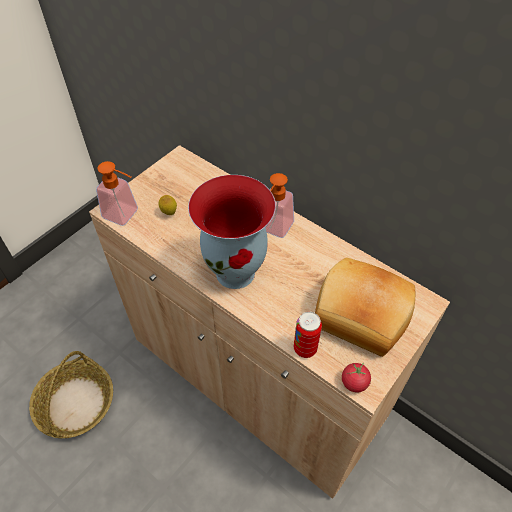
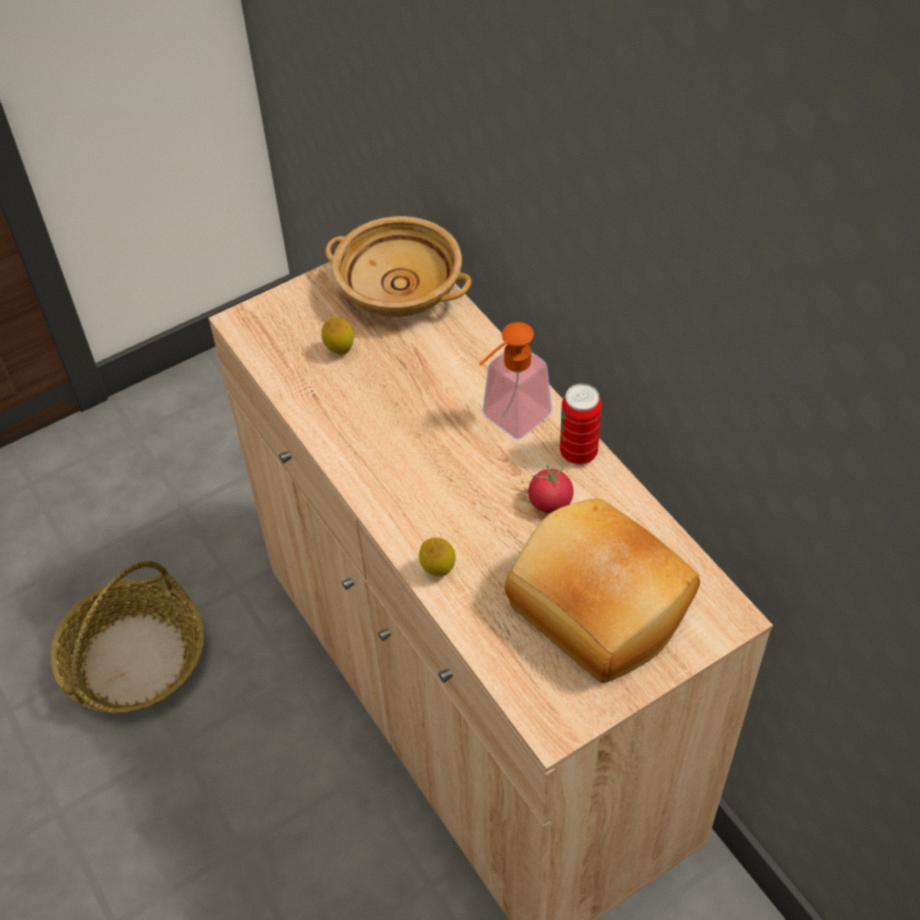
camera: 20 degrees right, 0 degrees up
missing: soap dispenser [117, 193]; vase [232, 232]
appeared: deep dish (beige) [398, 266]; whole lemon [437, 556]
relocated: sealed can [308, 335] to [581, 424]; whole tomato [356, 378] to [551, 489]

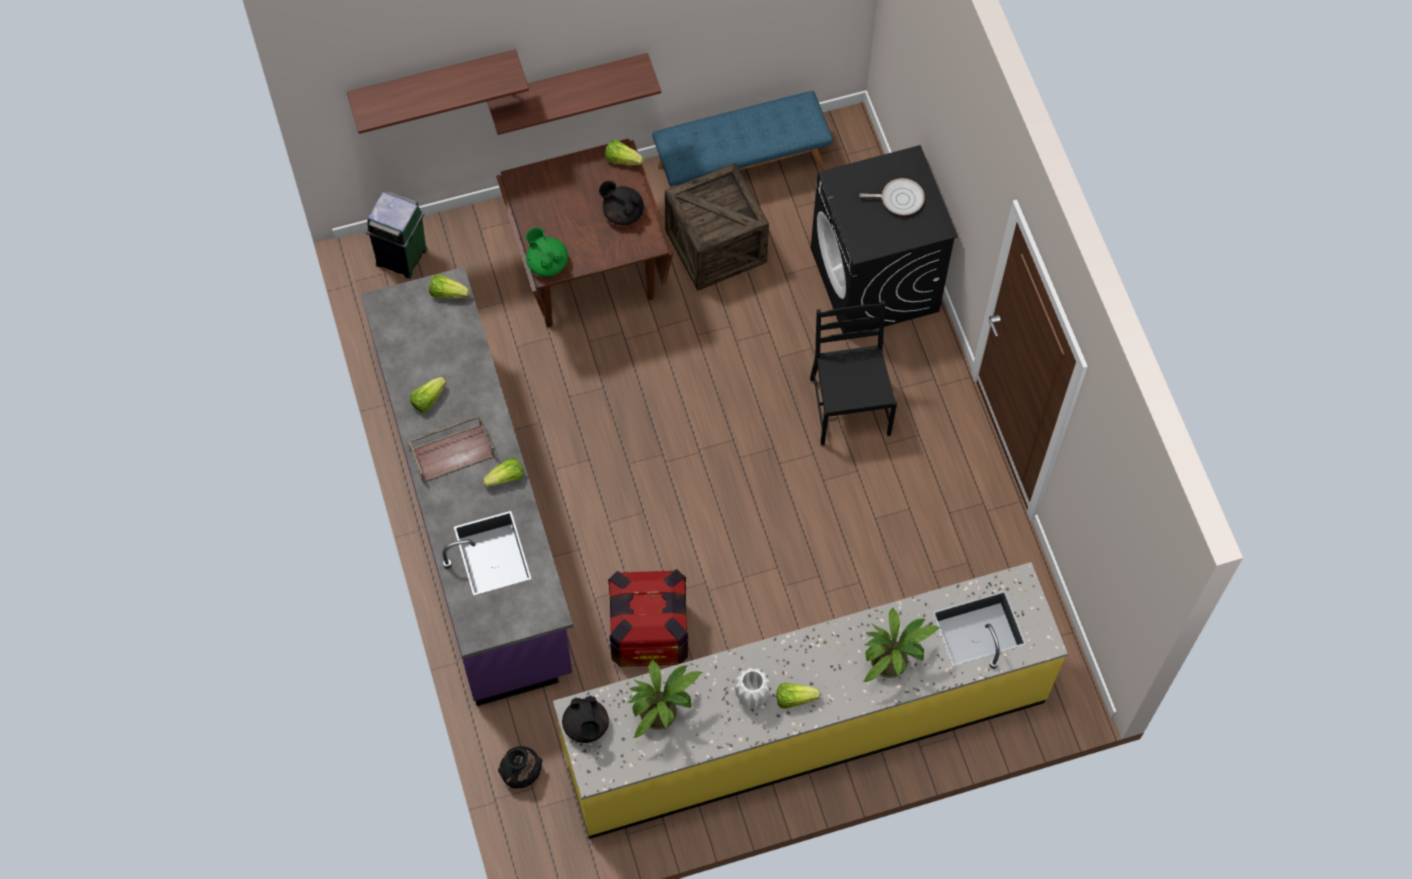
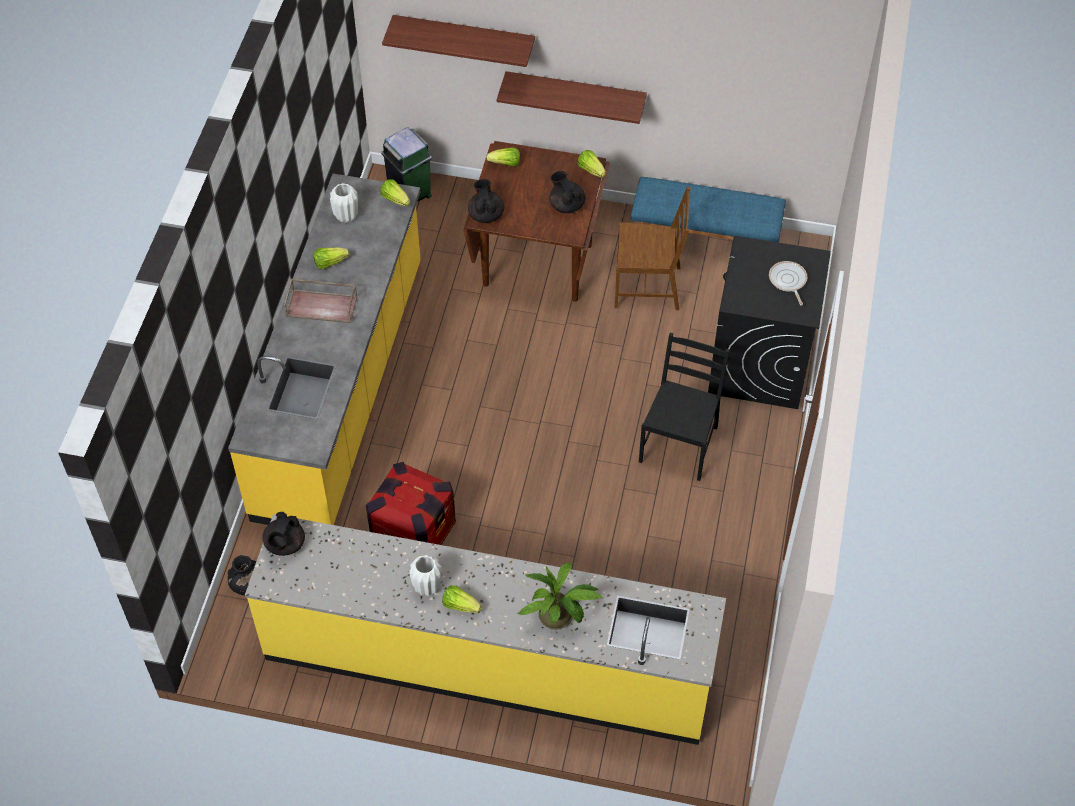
camera: 30 degrees right, 10 degrees down
missing: houseplant [665, 699]
appeared: vase (whitish) [344, 203]
relocated: lettuce head [503, 472] to [503, 157]
exchanged: packing crate [717, 227] to plain chair (brown-coloured) [653, 248]
colour: kitchen base unit (purple) [467, 486] to kitchen base unit (yellow) [324, 349]; teapot (green-coloured) [546, 252] to teapot (blackish) [486, 201]
spun: pan [892, 196] = [788, 283] 135 degrees counterclockwise

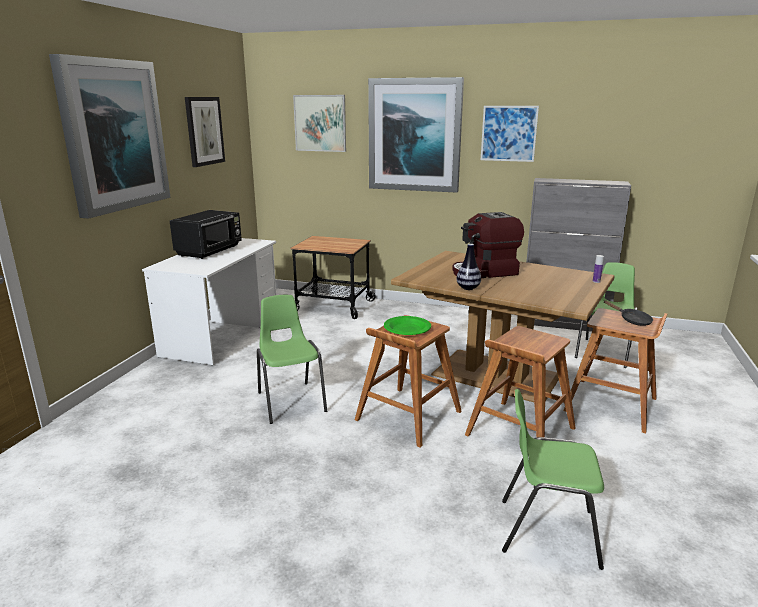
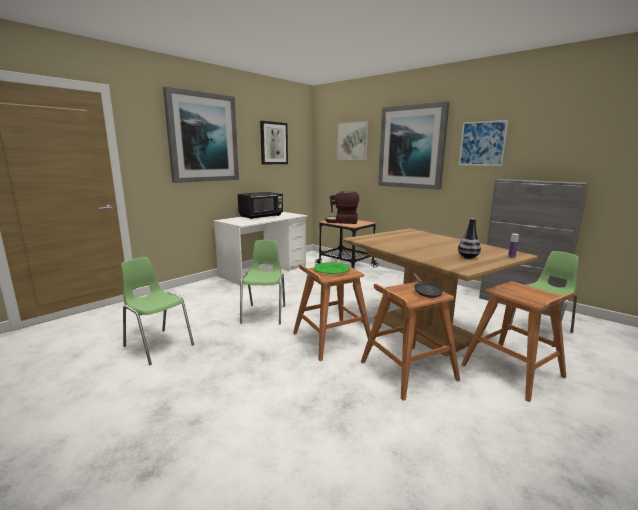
camera: 25 degrees right, 5 degrees down
relocated: coffee maker [488, 245] to [342, 207]; vase [468, 267] to [469, 238]; plain chair (green-coloured) [553, 479] to [157, 311]; pan (blackish) [628, 313] to [427, 285]

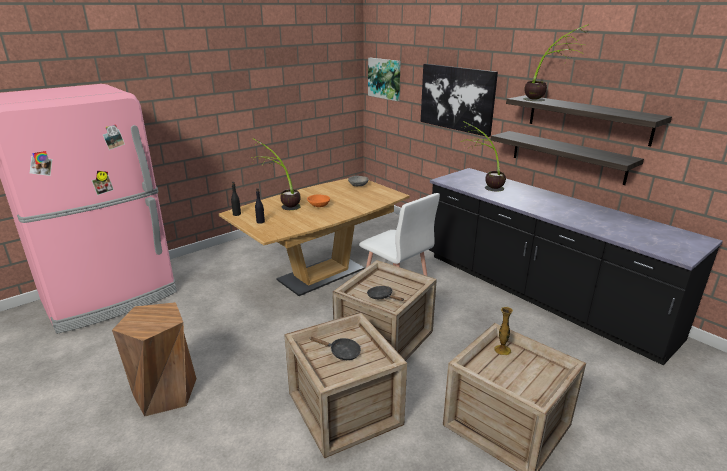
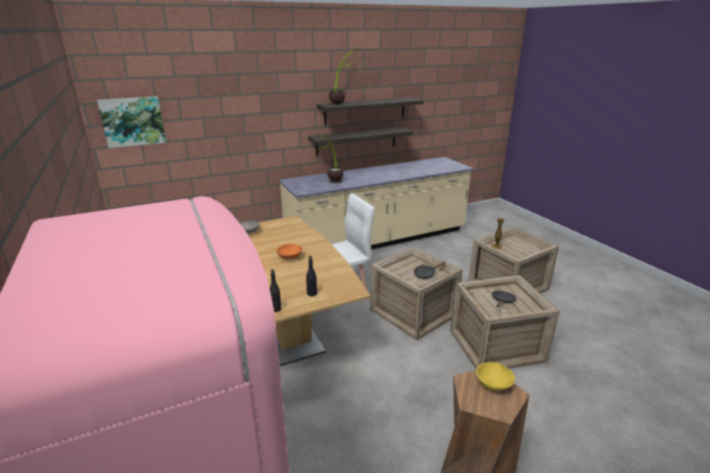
camera: 75 degrees left, 0 degrees up
missing: houseplant [276, 174]; wall picture [459, 100]
appeared: deep dish (yellow) [495, 376]
colour: kitchen base unit (blackish) [576, 266] to kitchen base unit (beige) [376, 203]

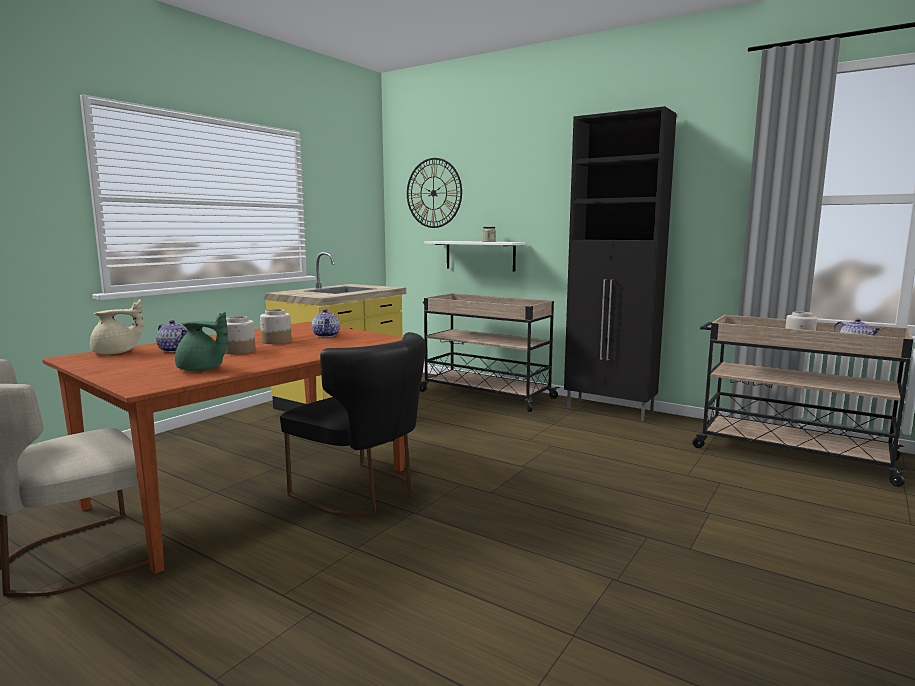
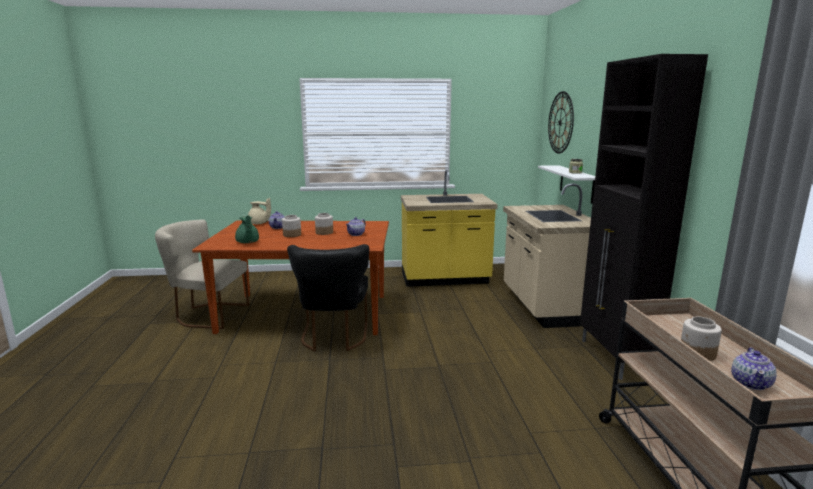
camera: 50 degrees right, 5 degrees up
exchanged: trolley (beige) [490, 352] to kitchen base unit (beige) [547, 255]

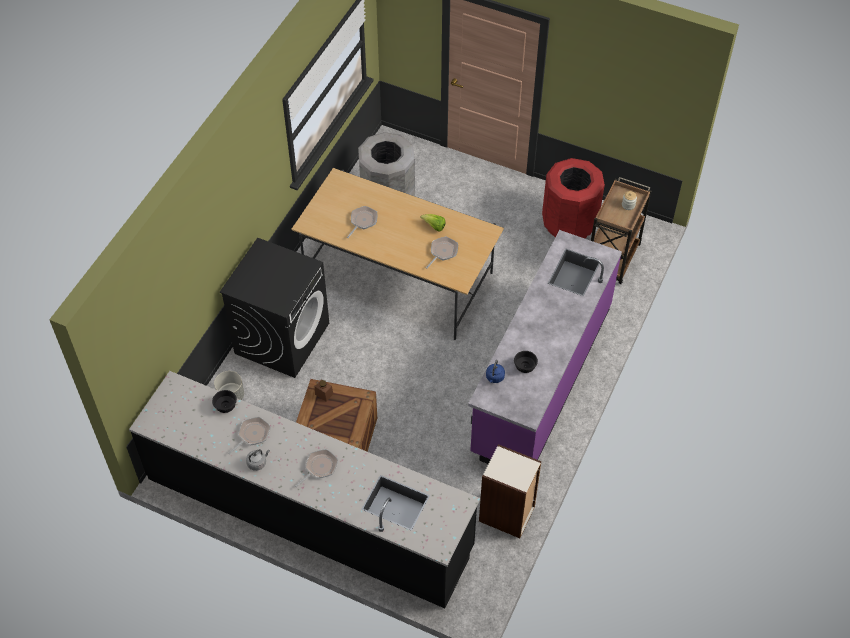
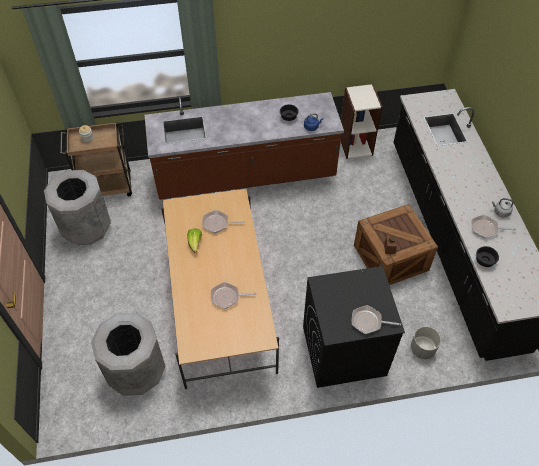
camera: 125 degrees left, 0 degrees up
relocated: pan [316, 468] to [376, 319]
colour: kitchen base unit (purple) [545, 347] to kitchen base unit (brown-coloured) [244, 145]; trash can (reddish) [573, 198] to trash can (grey) [77, 207]

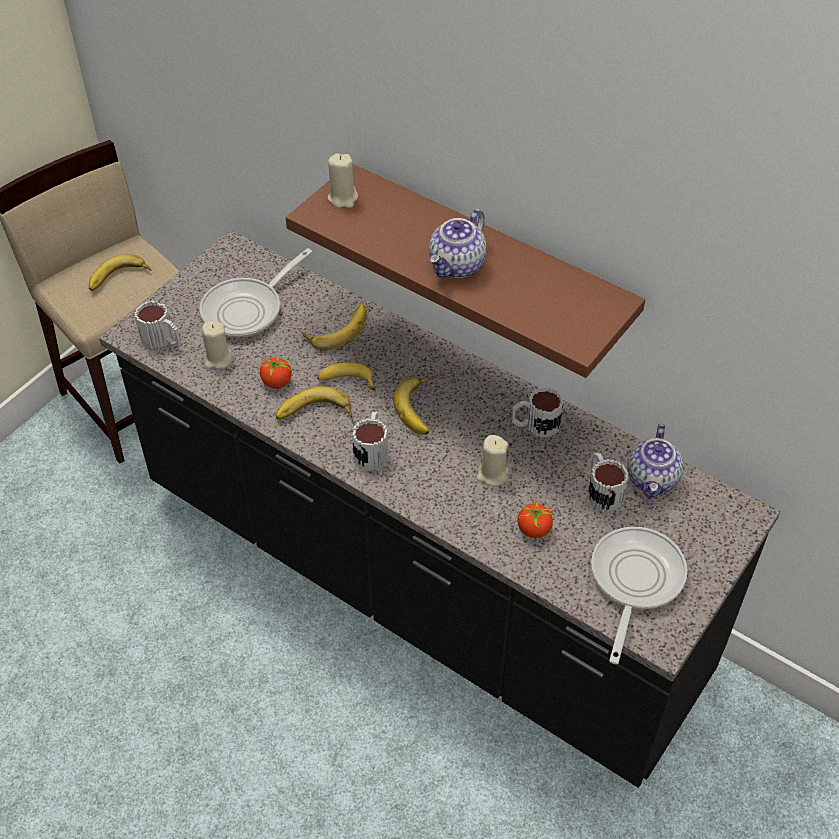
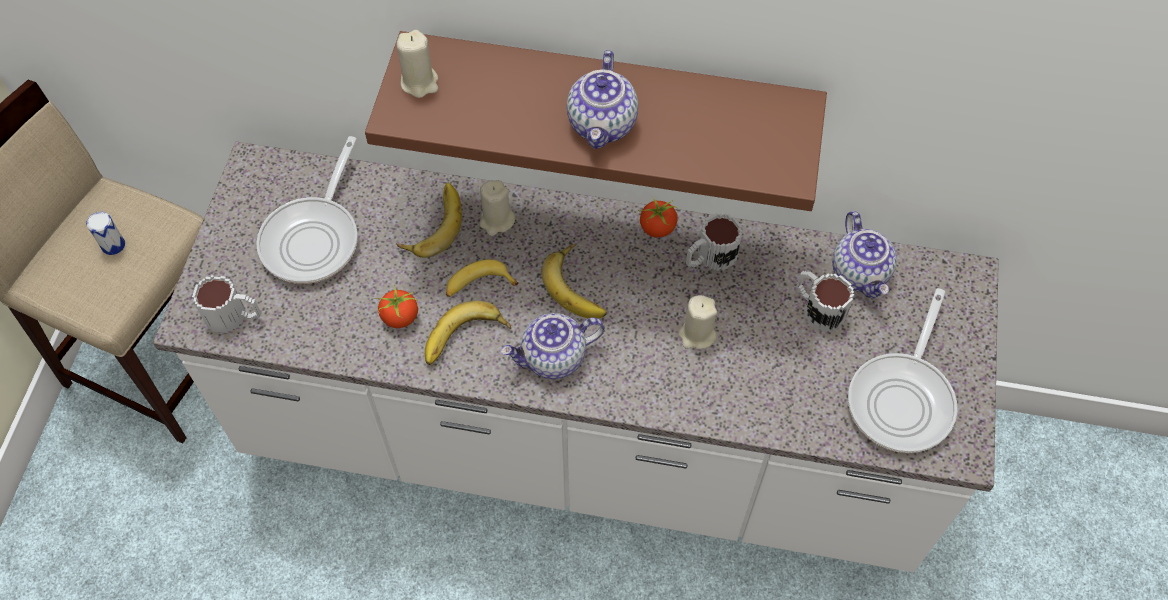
camera: 25 degrees left, 10 degrees up
relocated: wax candle (beige) [217, 345] to [498, 208]; whole tomato [536, 519] to [658, 218]
exchanged: banana fruit [120, 272] to sealed can [105, 233]; mug [370, 441] to teapot [552, 346]
colour: kitchen base unit (blackish) [439, 509] to kitchen base unit (whitish) [576, 357]
spun: pan [639, 595] = [902, 370] 150 degrees counterclockwise

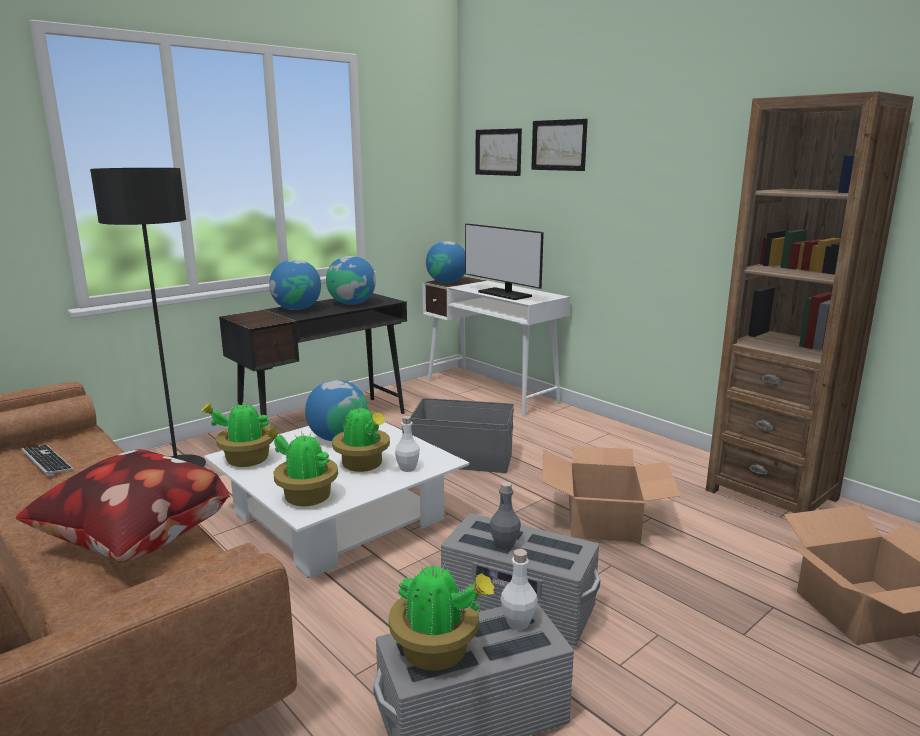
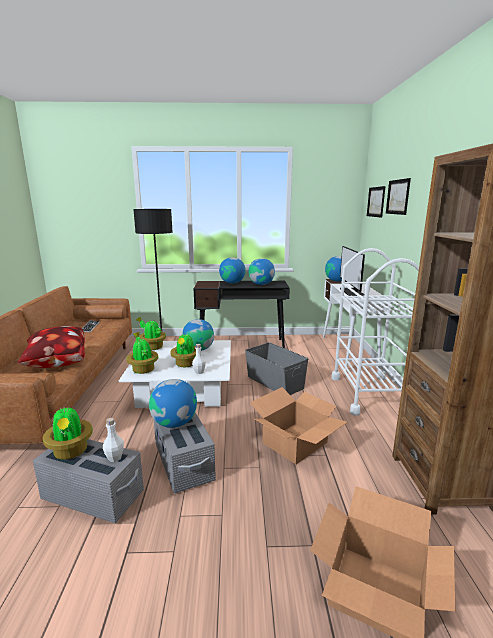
camera: 40 degrees right, 0 degrees up
appeared: trolley (whitish) [375, 332]
exchanged: drink bottle (grey) [505, 516] to world globe [173, 403]

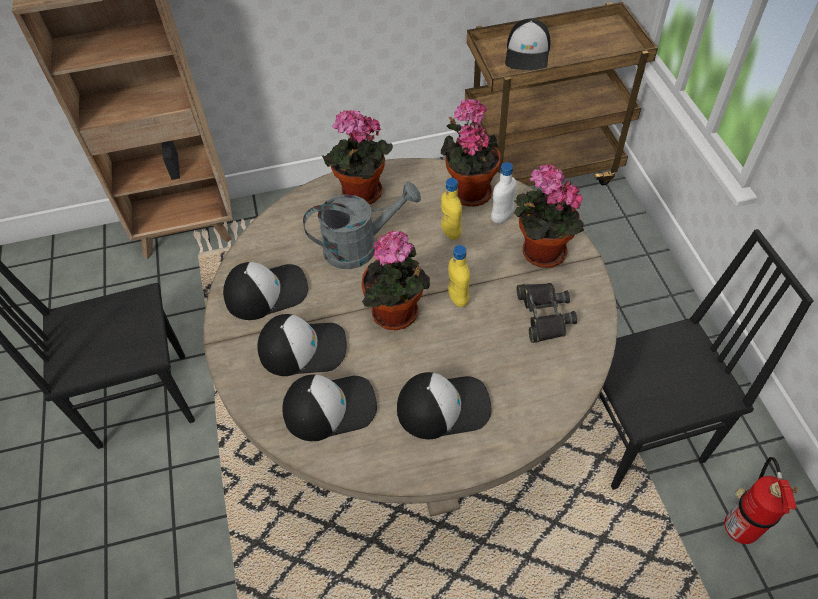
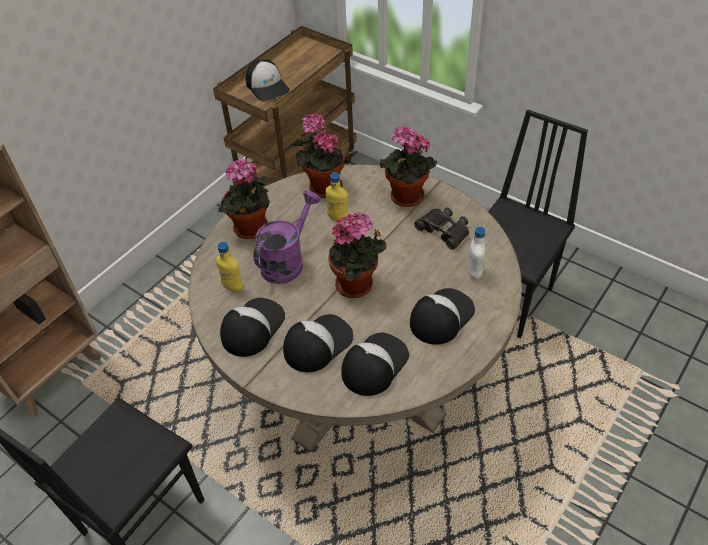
camera: 40 degrees left, 5 degrees down
missing: extinguisher [760, 500]
relocated: drink bottle (yellow) [459, 276] to [229, 267]; drink bottle (whitish) [503, 193] to [477, 253]
colour: watering can (grey) [362, 225] to watering can (purple) [286, 237]

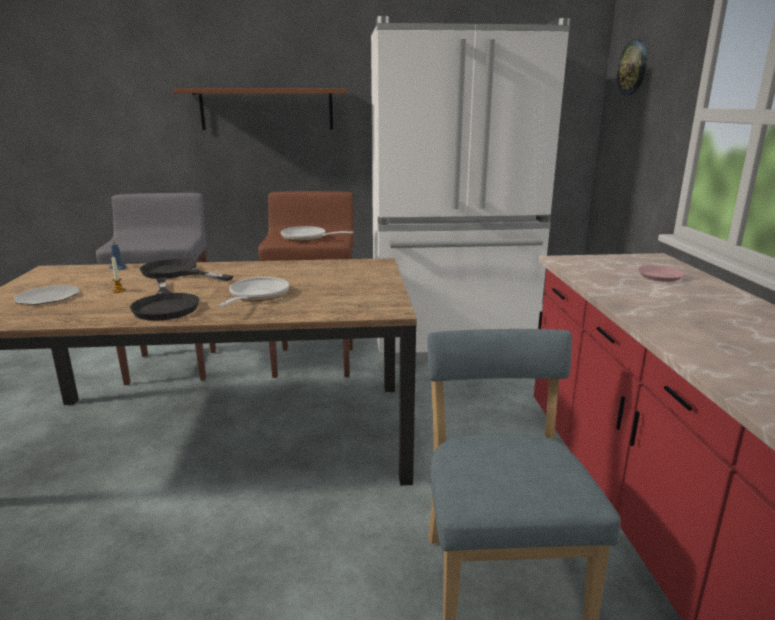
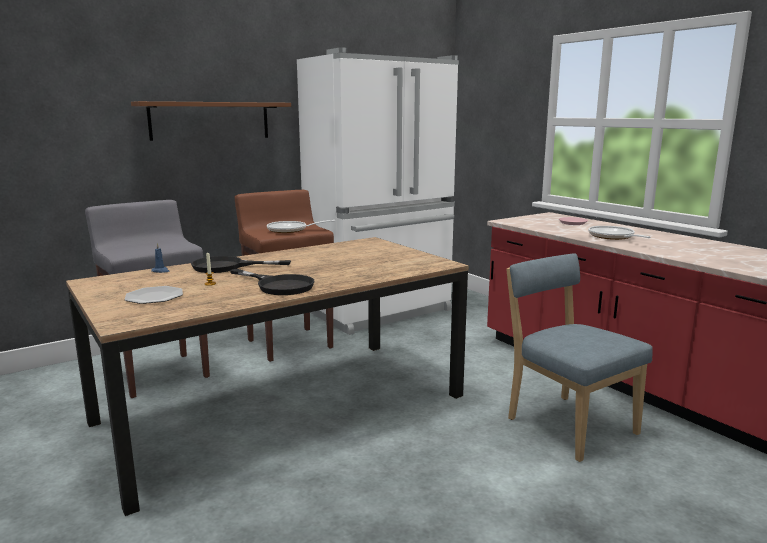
camera: 30 degrees left, 5 degrees down
missing: wall clock [632, 67]
relocated: pan [254, 291] to [619, 233]

